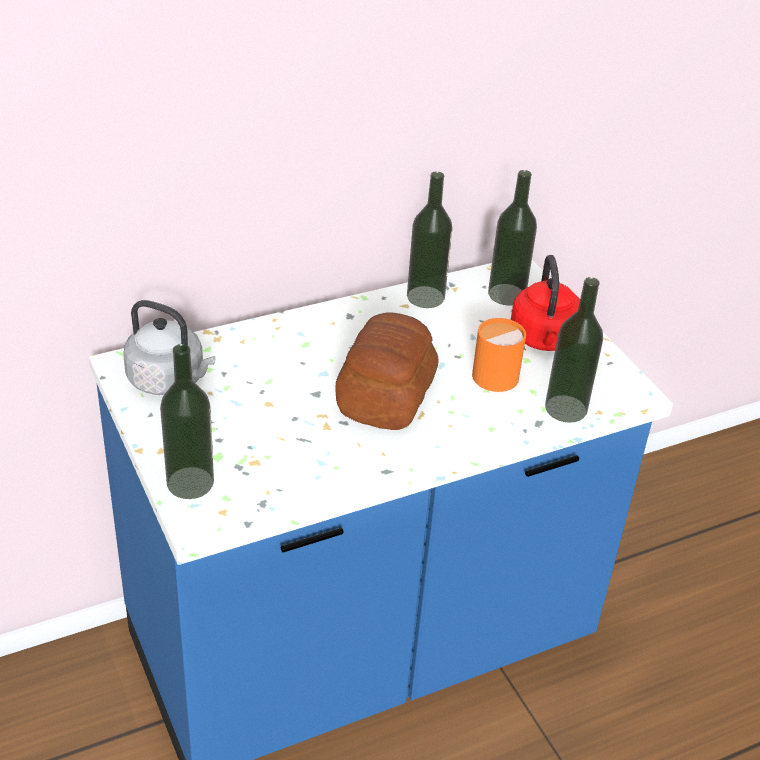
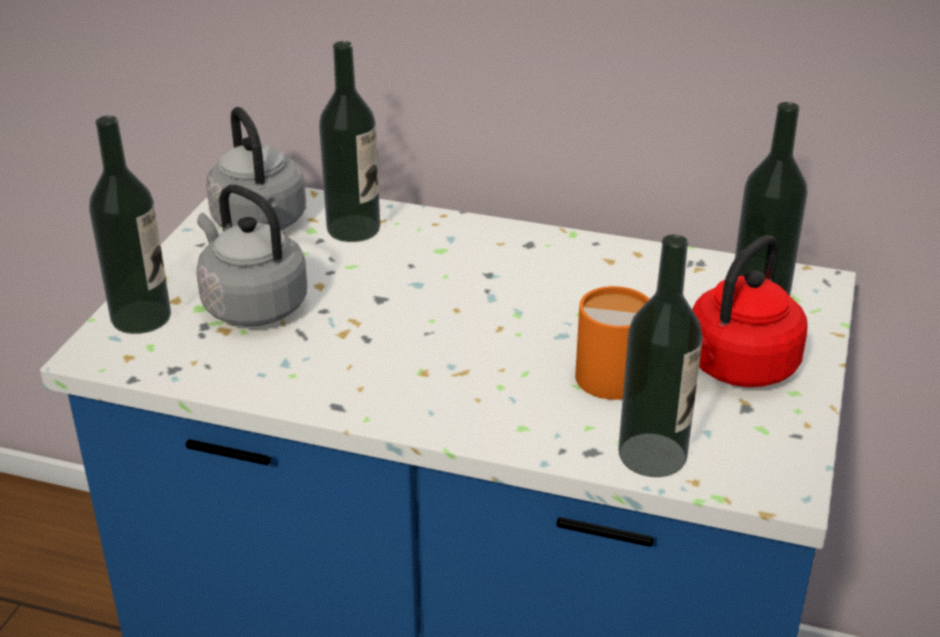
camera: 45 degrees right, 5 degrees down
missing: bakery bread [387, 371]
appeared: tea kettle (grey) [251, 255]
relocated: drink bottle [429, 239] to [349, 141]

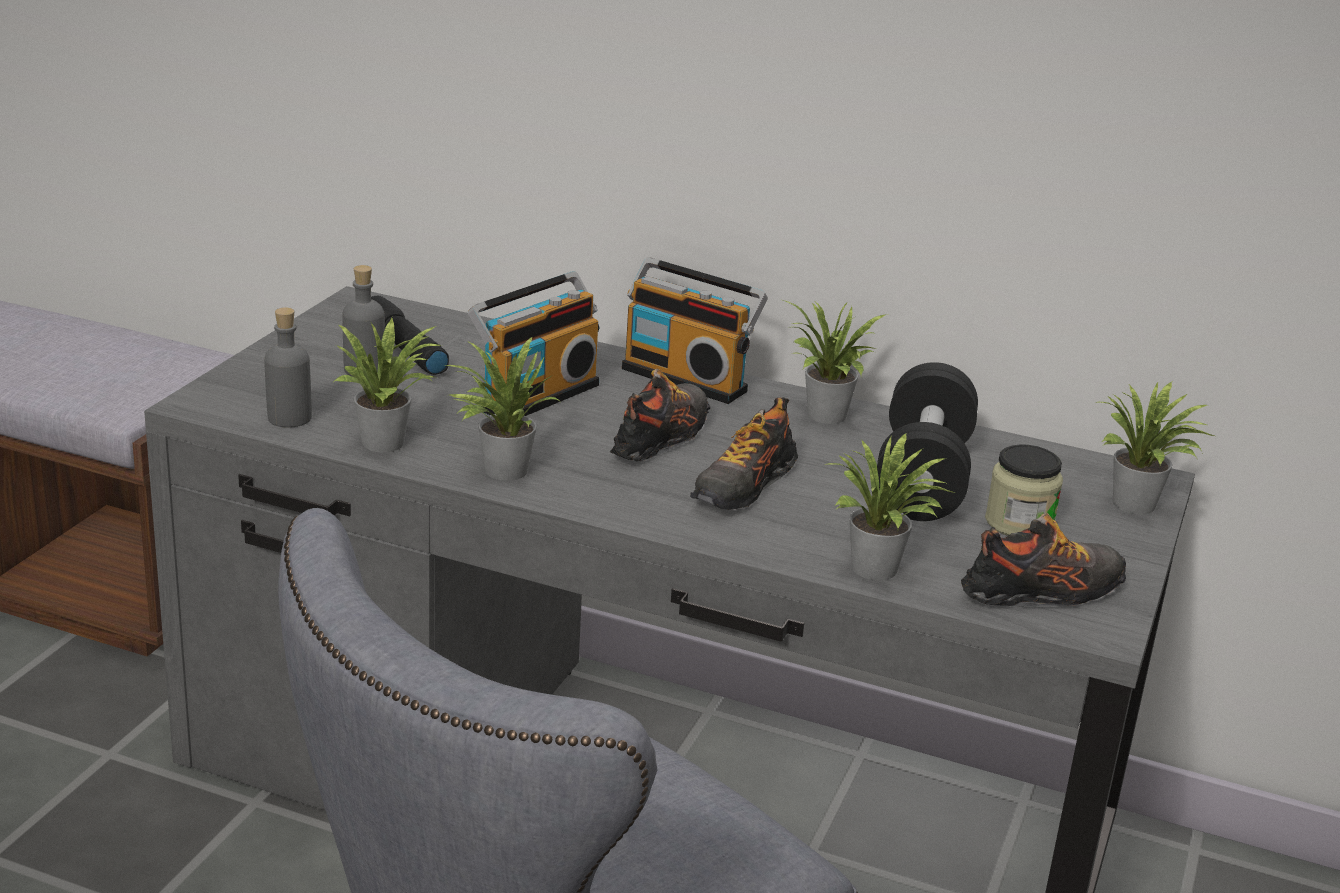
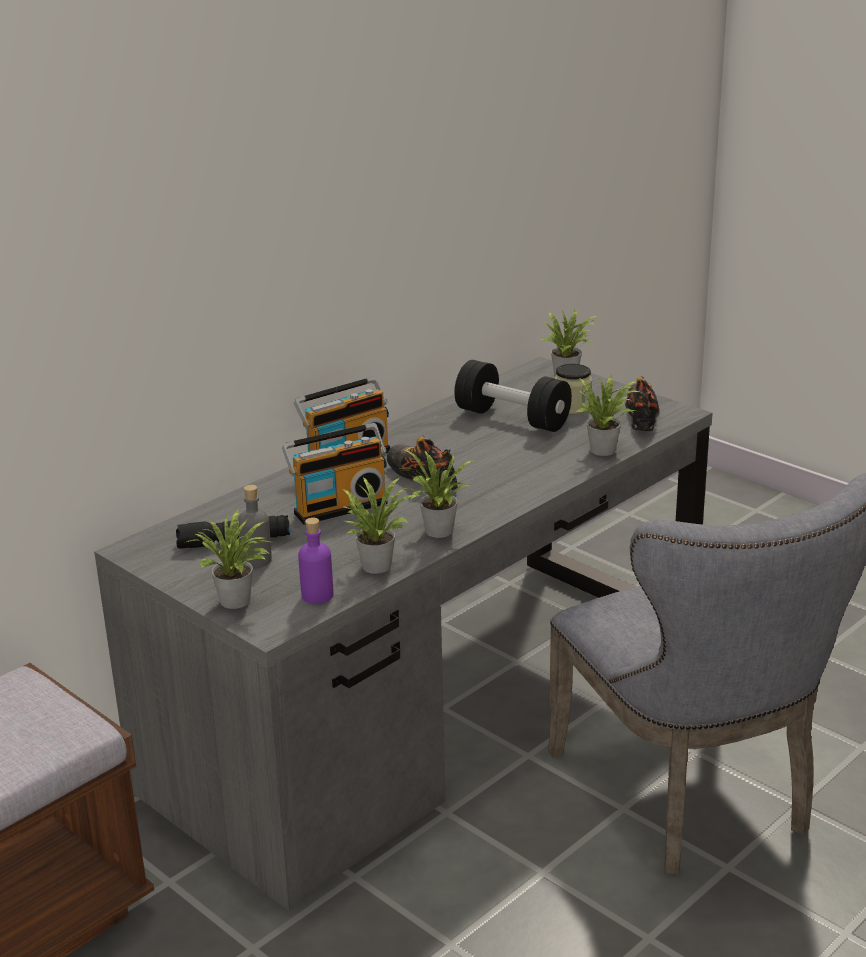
camera: 65 degrees left, 0 degrees up
missing: item of footwear [744, 453]
relocated: houseplant [834, 362] to [228, 559]
colour: drink bottle (grey) [288, 368] to drink bottle (purple) [316, 561]
spun: radio set [533, 343] = [335, 474] 90 degrees clockwise

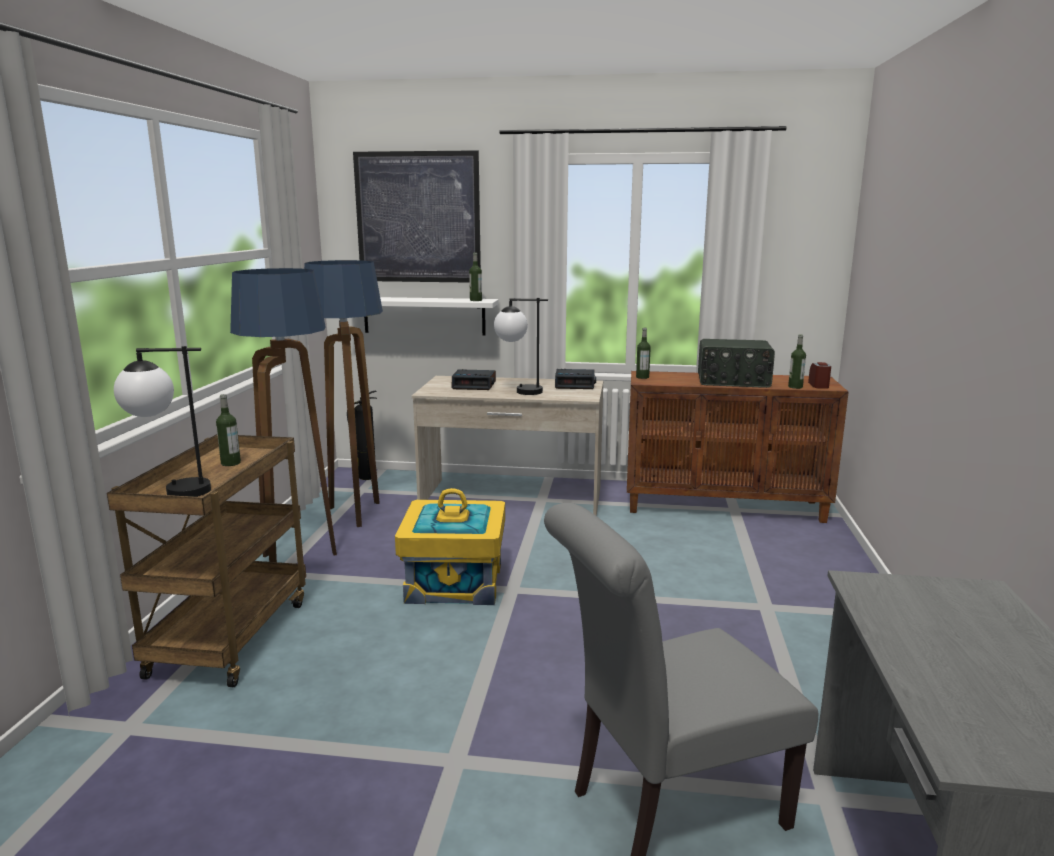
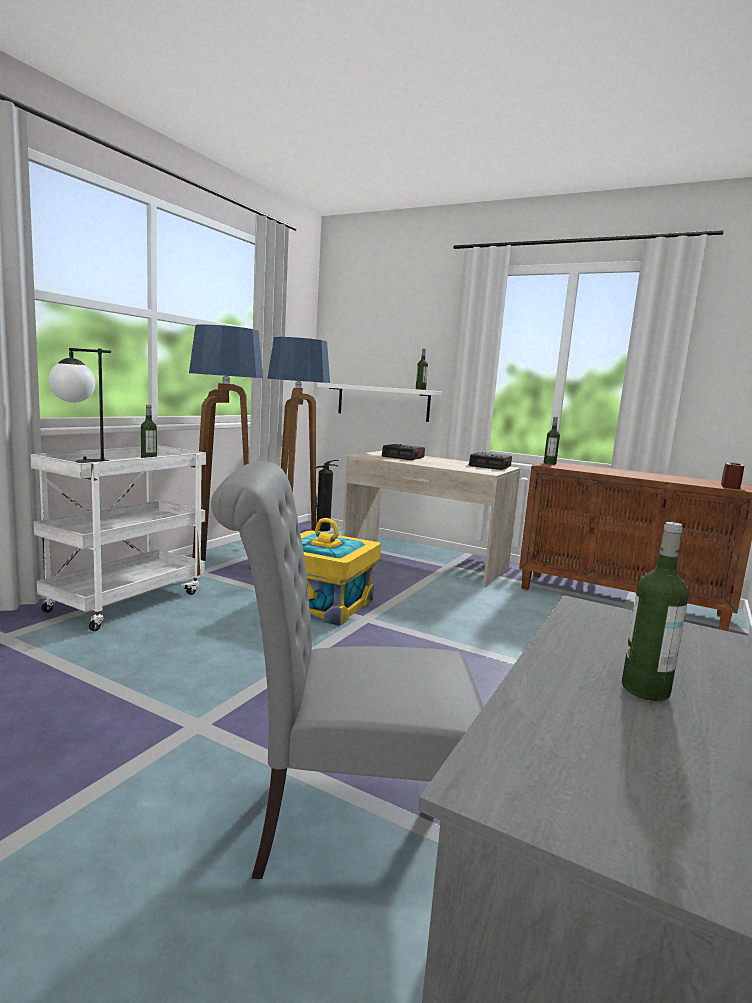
camera: 20 degrees right, 5 degrees down
missing: wall picture [417, 216]; tabletop lamp [521, 346]; radio set [736, 363]
relocated: drink bottle [797, 362] to [655, 611]
colour: trolley (brown-coloured) [206, 560] to trolley (whitish) [118, 538]

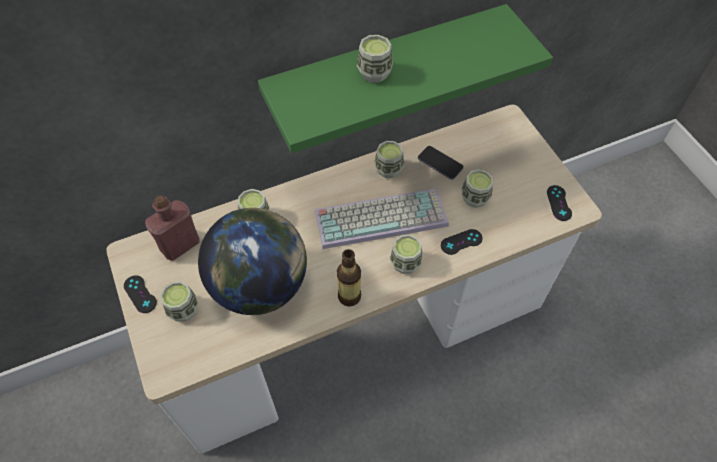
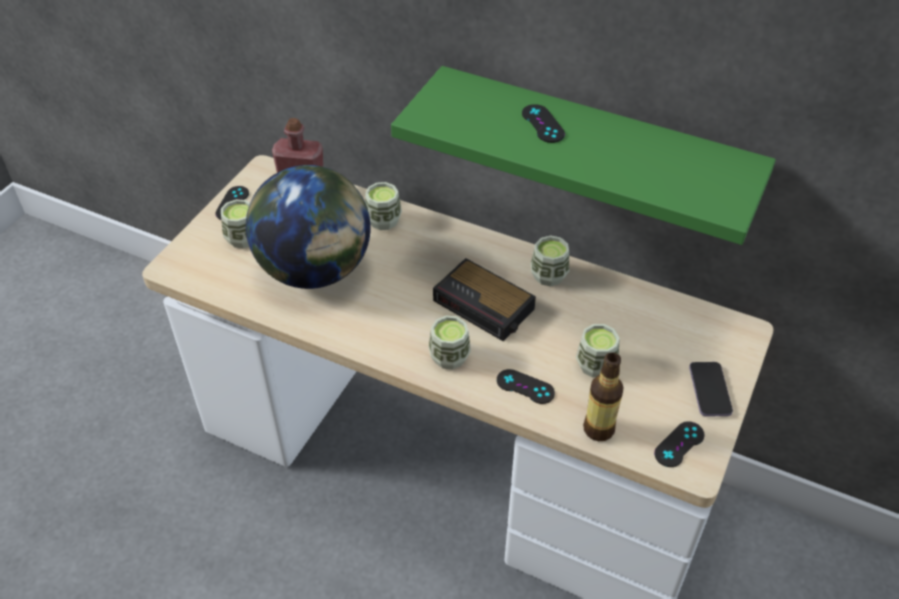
camera: 50 degrees right, 10 degrees down
relocated: drink bottle [349, 278] to [603, 396]; phone [441, 163] to [711, 389]
exchanged: computer keyboard [382, 218] to alarm clock [484, 299]; small cup [375, 59] to game controller (blackish) [543, 123]

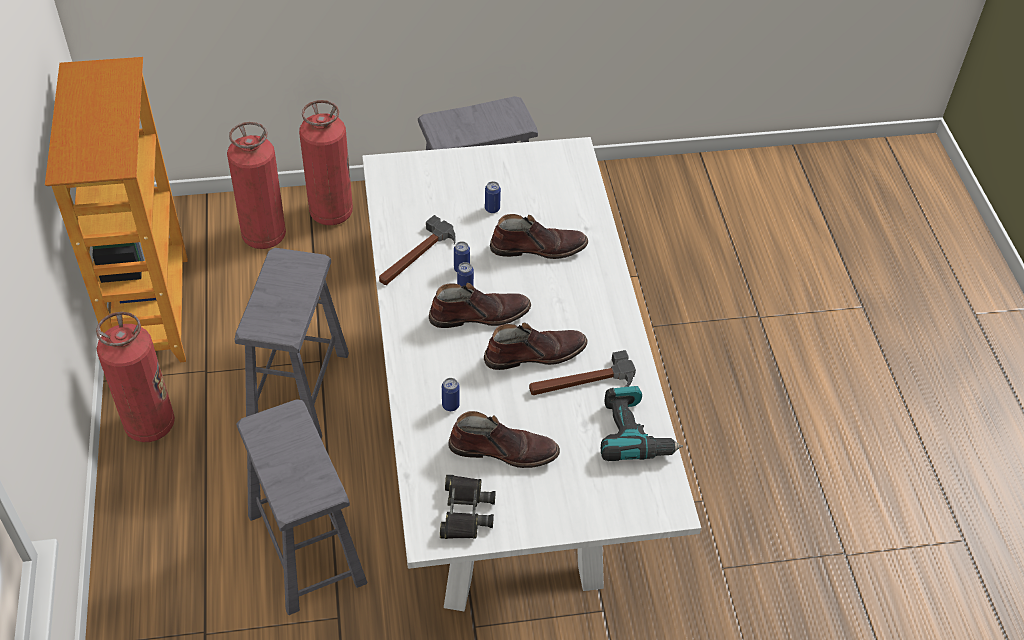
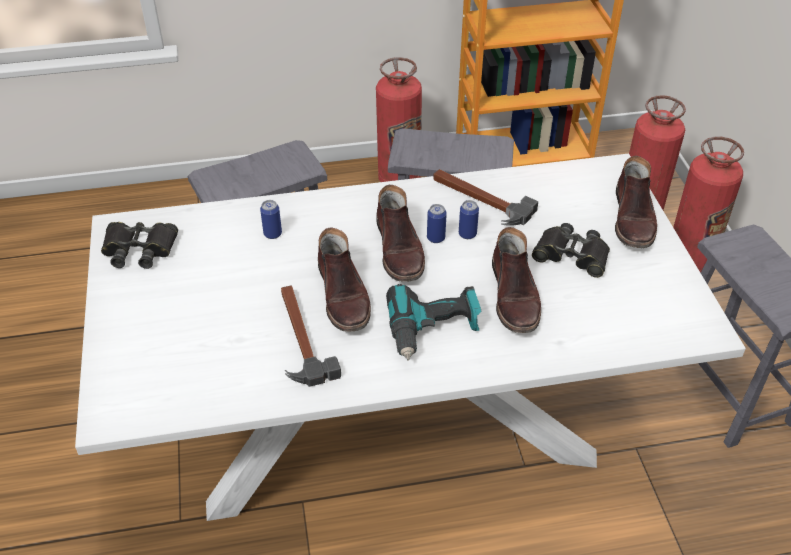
camera: 90 degrees right, 5 degrees down
relocated: tall boot (brown-coloured) [504, 439] to [636, 202]; electric drill [642, 423] to [434, 322]
exchanged: sealed can [493, 197] to pair of binoculars (blackish) [571, 250]

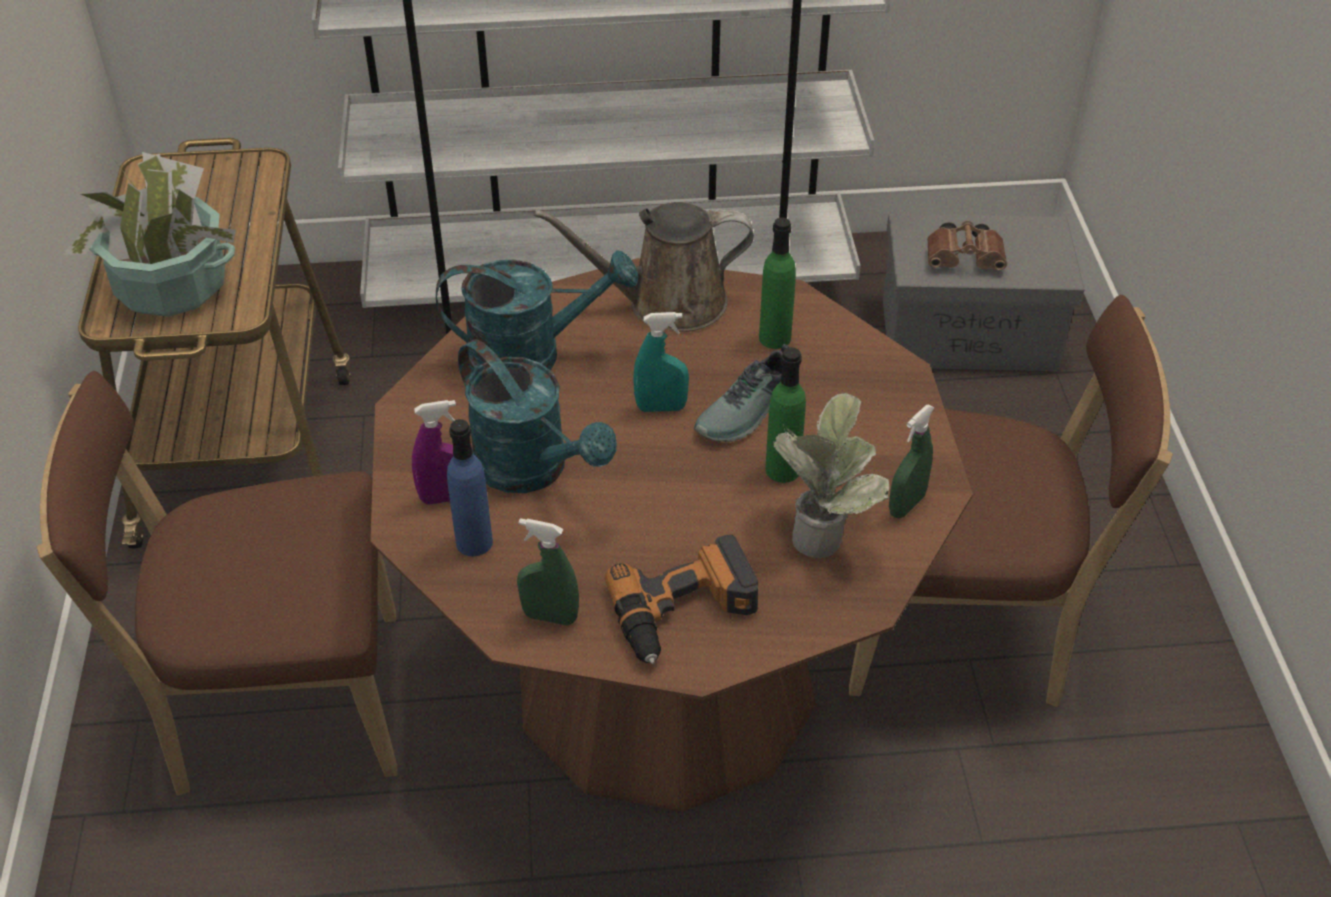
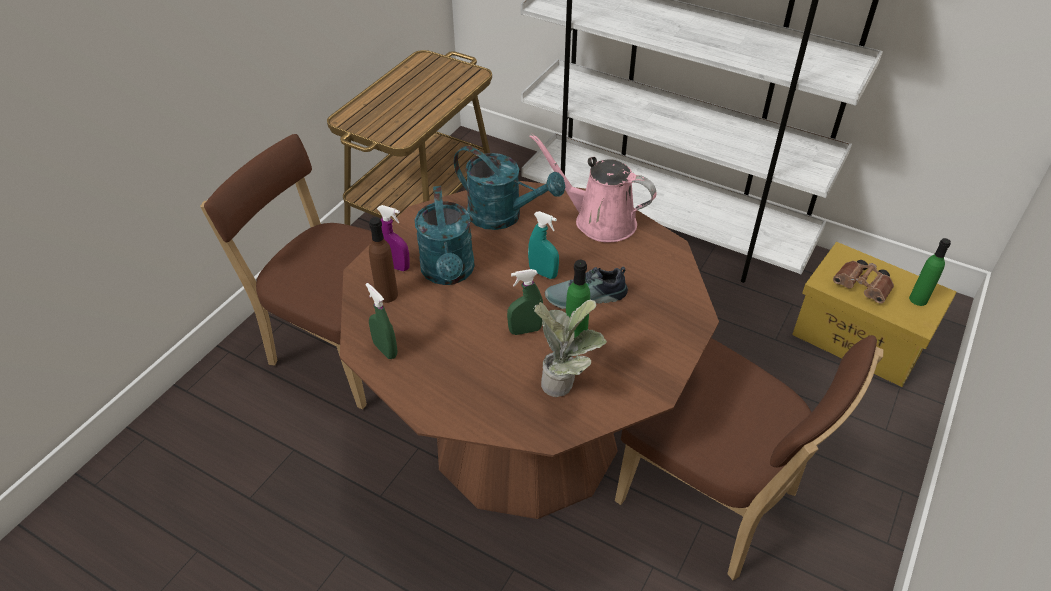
camera: 35 degrees right, 0 degrees up
missing: houseplant [149, 234]; electric drill [681, 599]
relocated: drink bottle (green-coloured) [777, 283] to [930, 272]; sprayer (green-coloured) [912, 461] to [525, 302]
colour: drink bottle (bluish) [470, 487] to drink bottle (brown-coloured) [383, 260]; watering can (brown-coloured) [644, 267] to watering can (pink) [593, 187]; storage box (grey) [984, 292] to storage box (yellow) [874, 314]

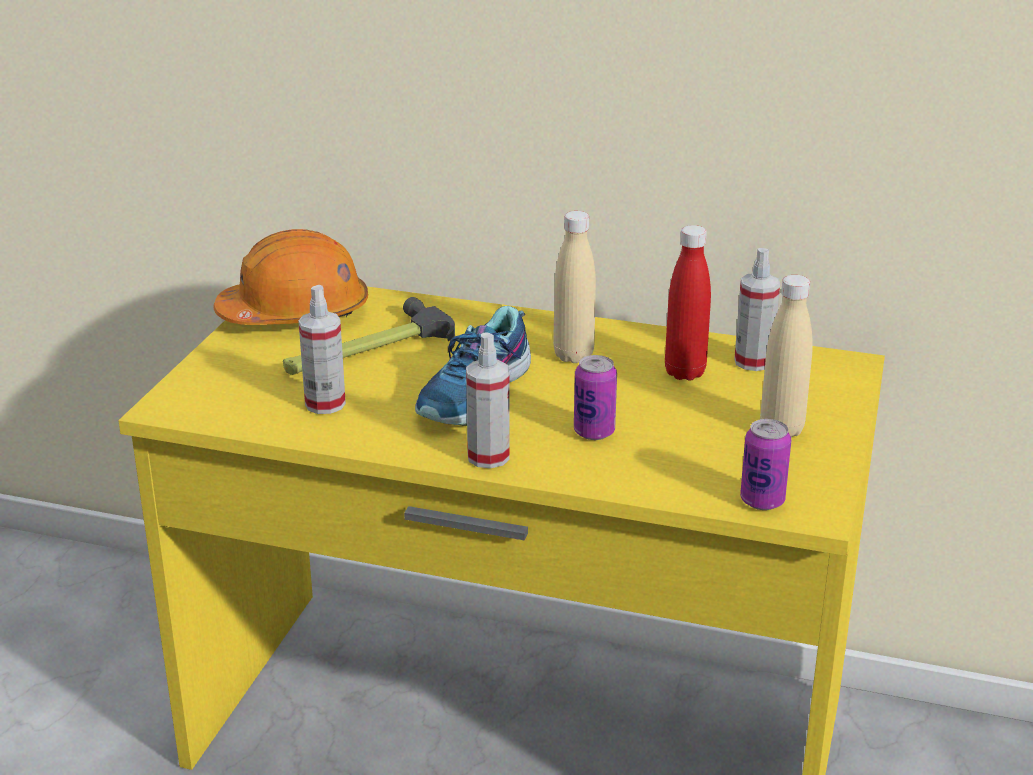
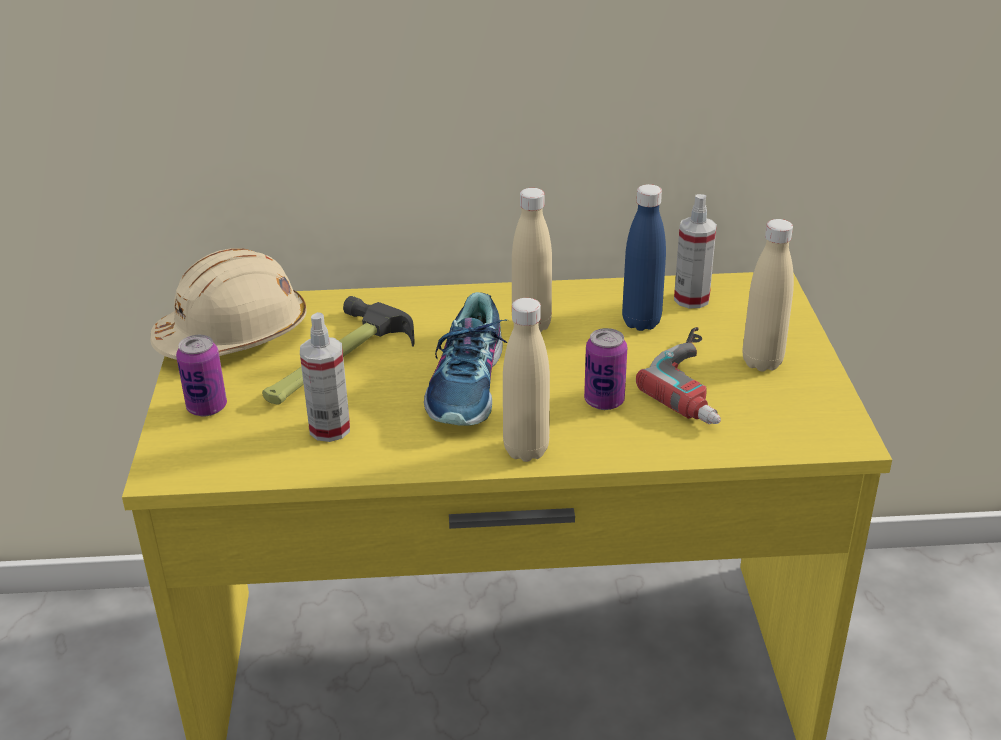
camera: 20 degrees left, 5 degrees up
appeared: electric drill [678, 375]
relocated: sealed can [765, 464] to [201, 375]
exchanged: sprayer [488, 400] to drink bottle (beige) [526, 380]
colour: hard hat (orange-coloured) [290, 277] to hard hat (beige) [228, 304]; drink bottle (reddish) [688, 303] to drink bottle (bluish) [644, 257]

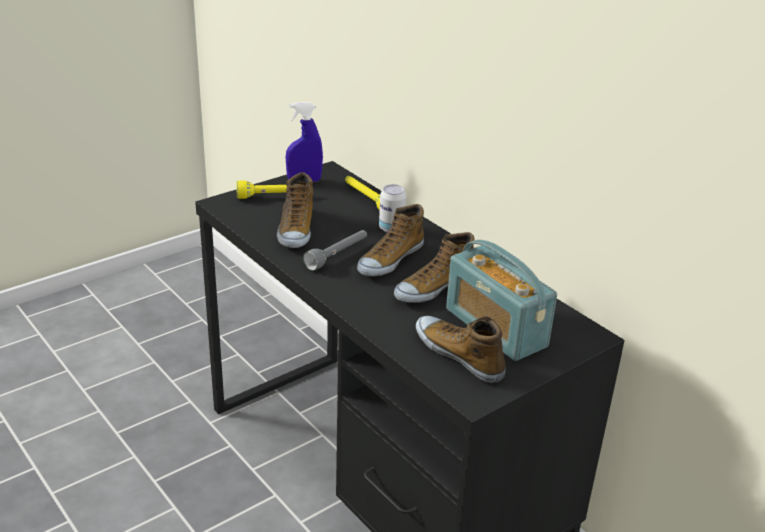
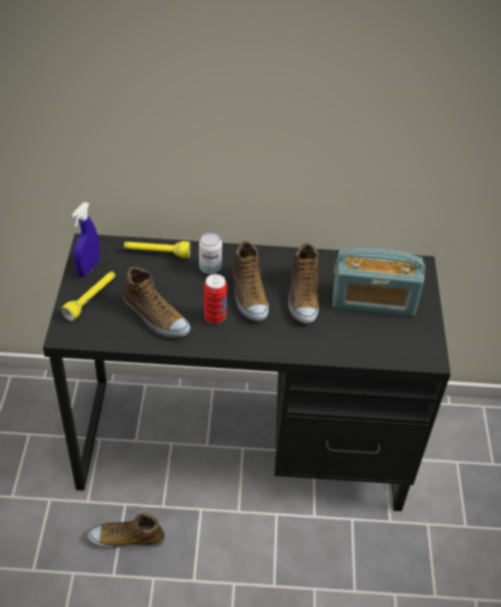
camera: 50 degrees left, 15 degrees up
relocated: item of footwear [461, 349] to [126, 531]
exchanged: flashlight (grey) [335, 250] to sealed can [215, 299]

